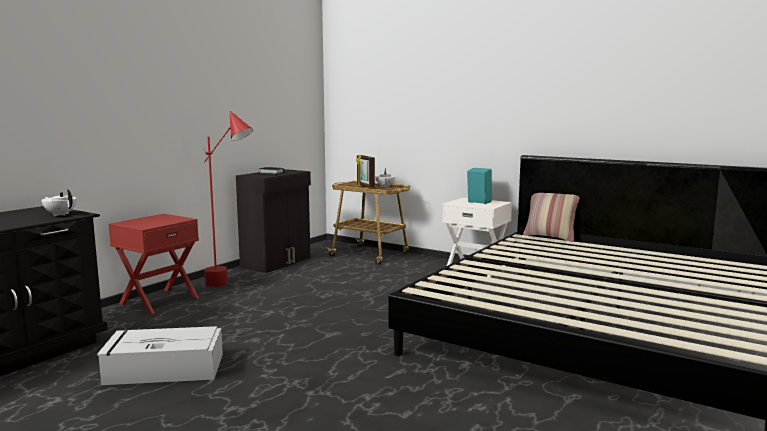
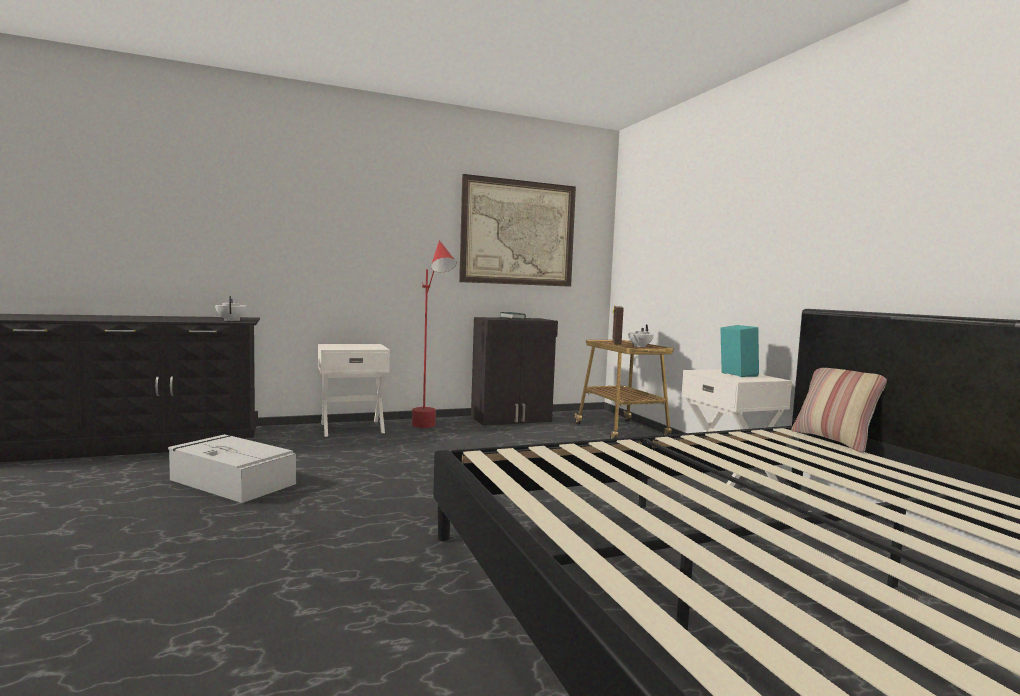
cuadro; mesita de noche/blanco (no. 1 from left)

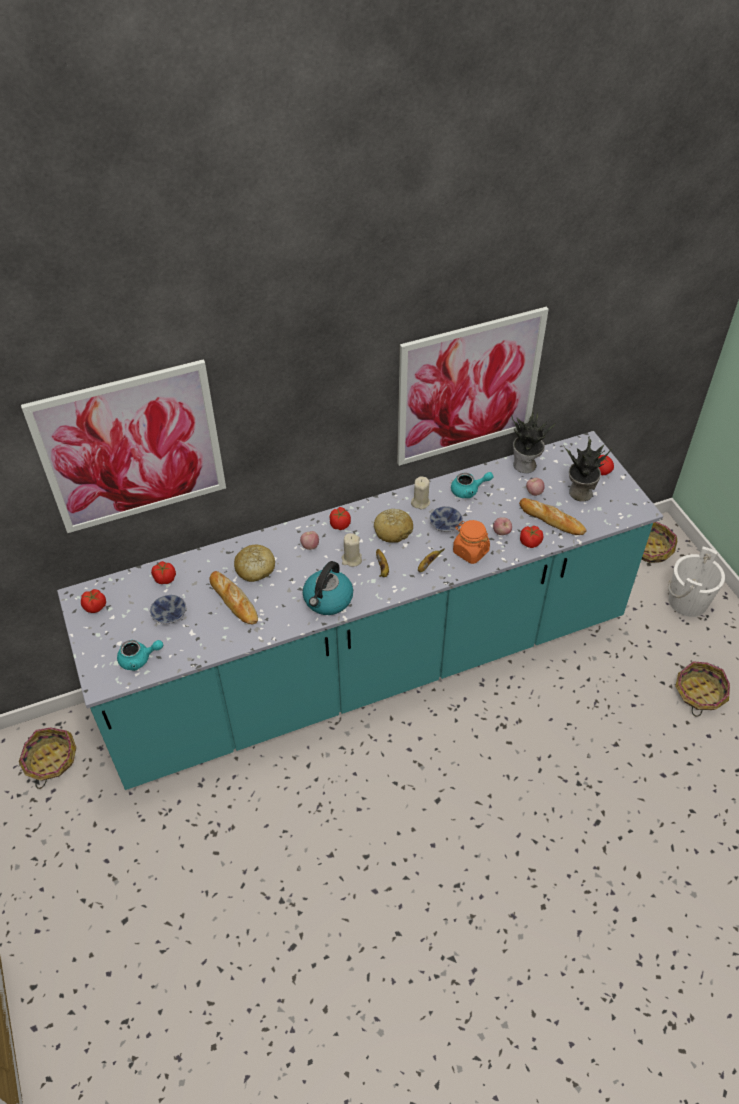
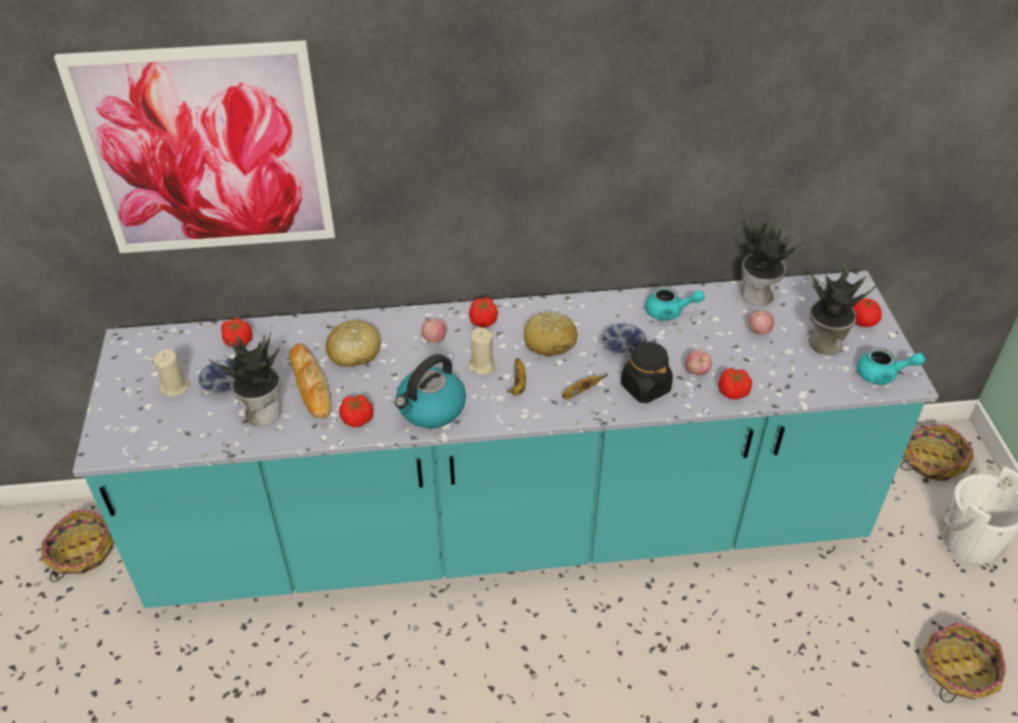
cuadro (no. 2 from left in the first image); pan (no. 4 from left in the first image); planta en maceta (no. 1 from left); tomate (no. 2 from left); tetera/turquesa (no. 2 from left); vela/beis (no. 1 from left); tarro/negro

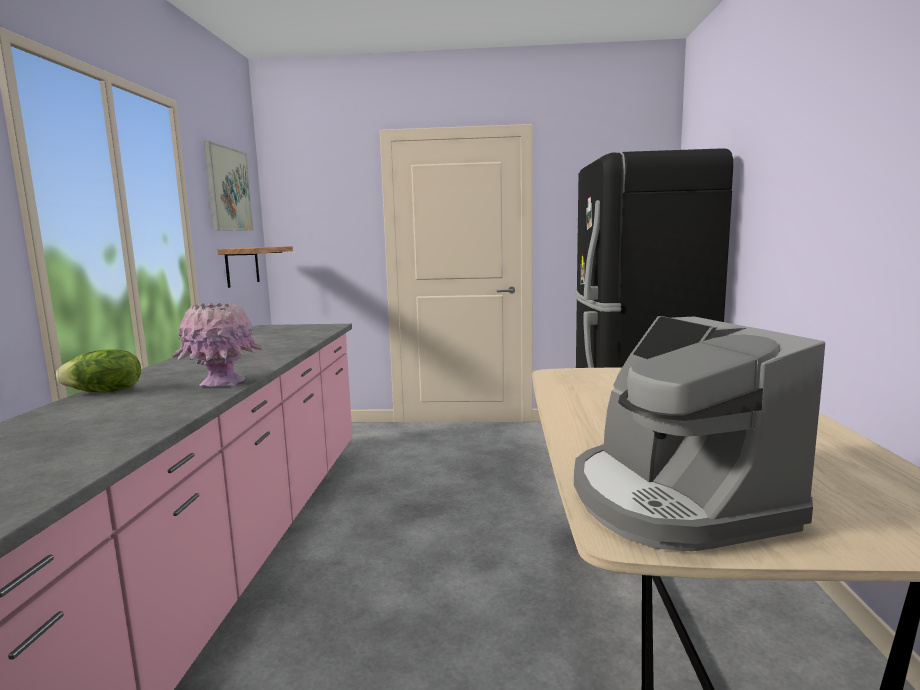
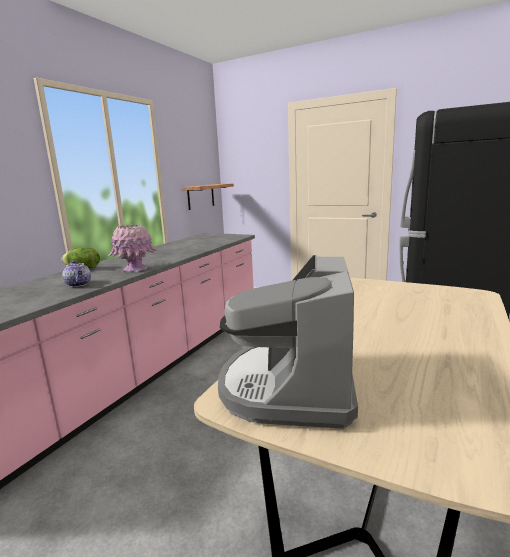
cuadro; tetera

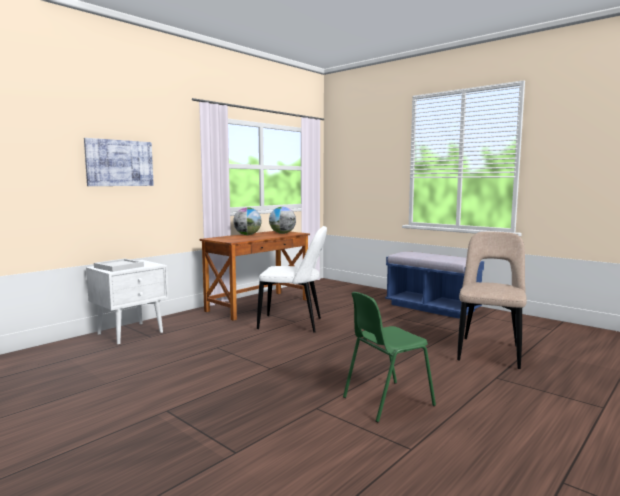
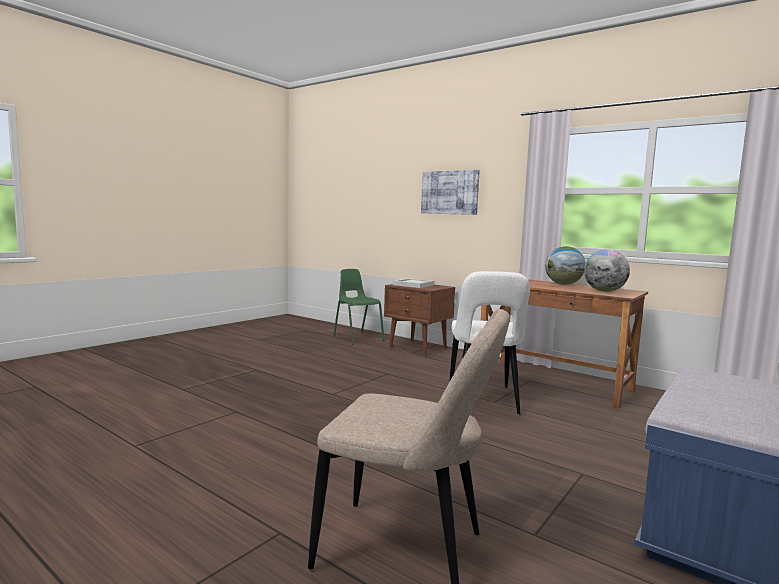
silla/verde; mesita de noche/marrón

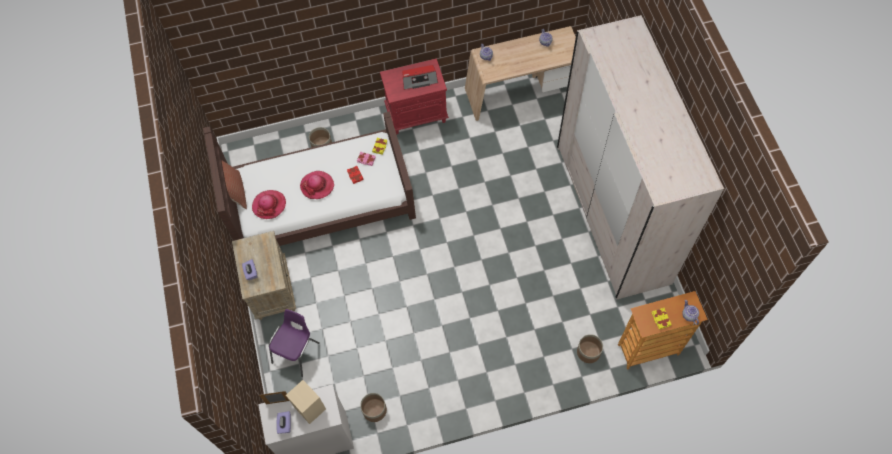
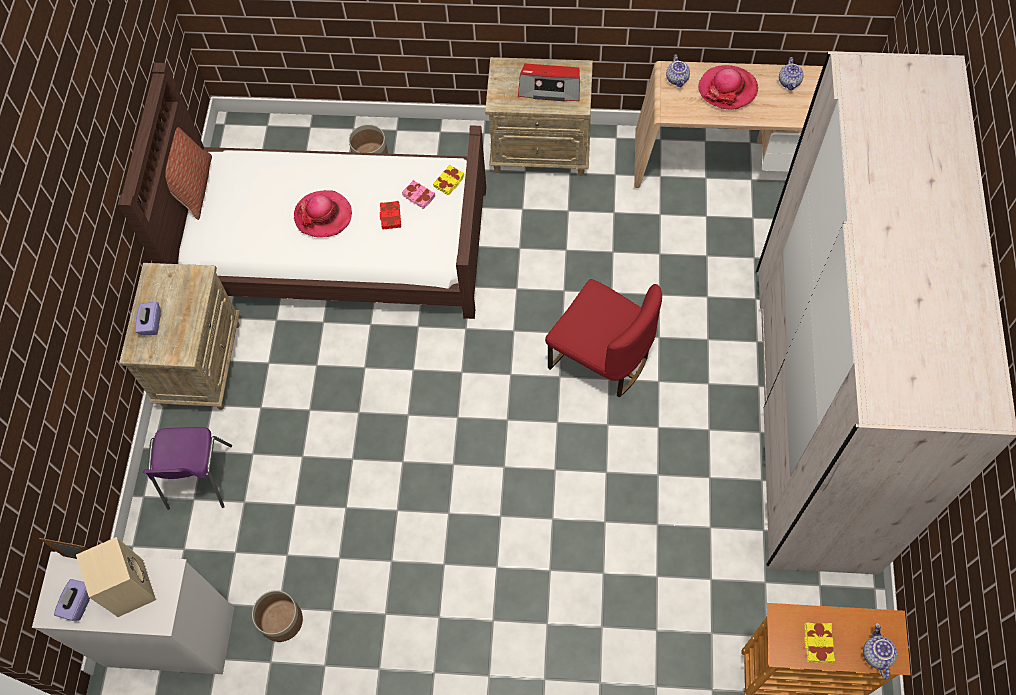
maceta (no. 3 from left in the first image); silla/rojo; sombrero (no. 2 from left); mesita de noche/beis (no. 2 from left); silla/morado

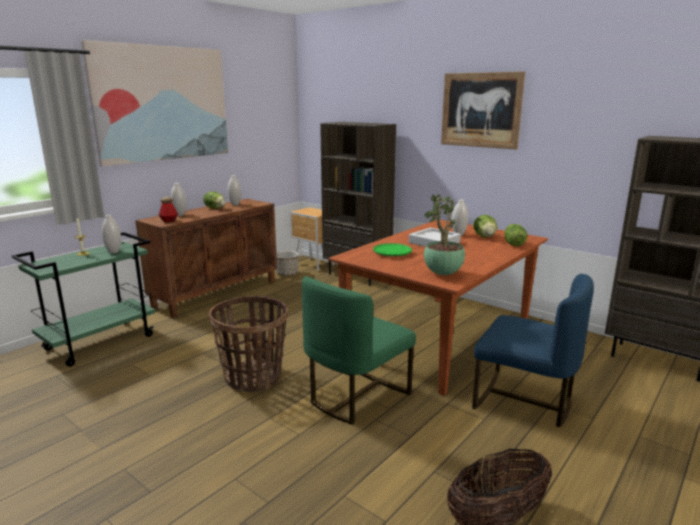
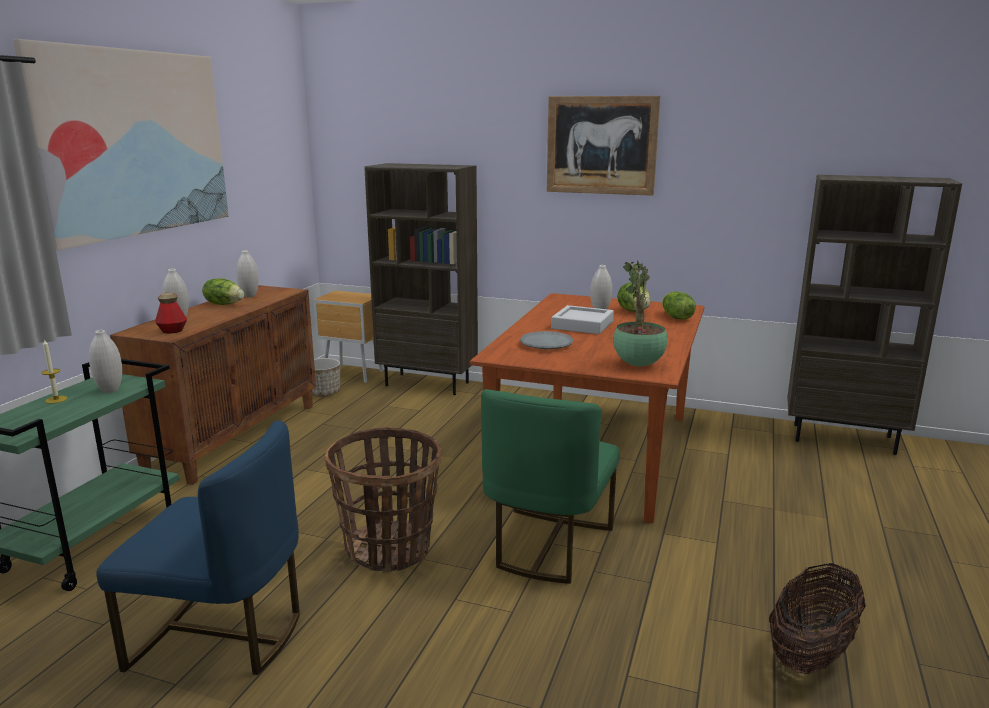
silla/azul; plato/gris

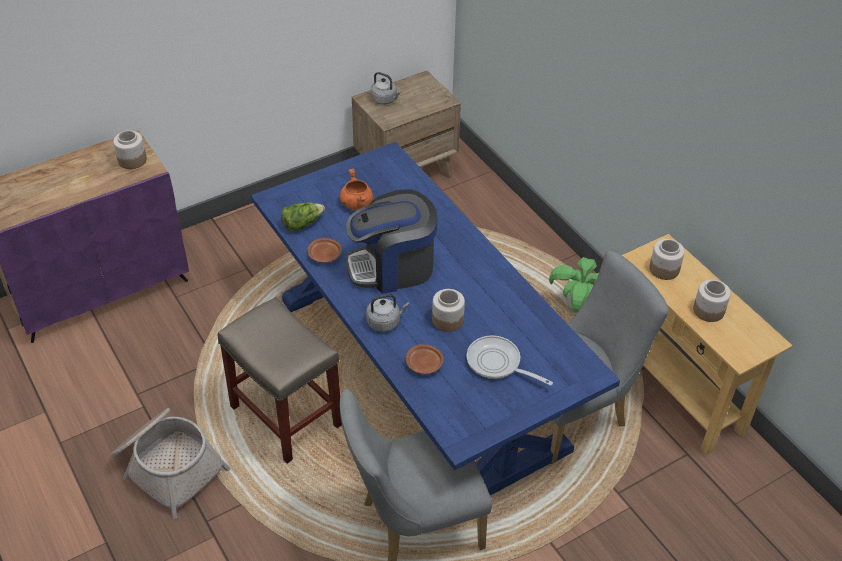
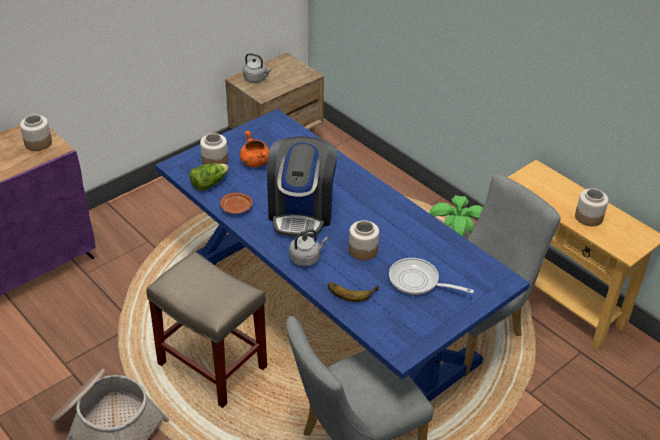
tarro (no. 2 from left); plátano; cafetera

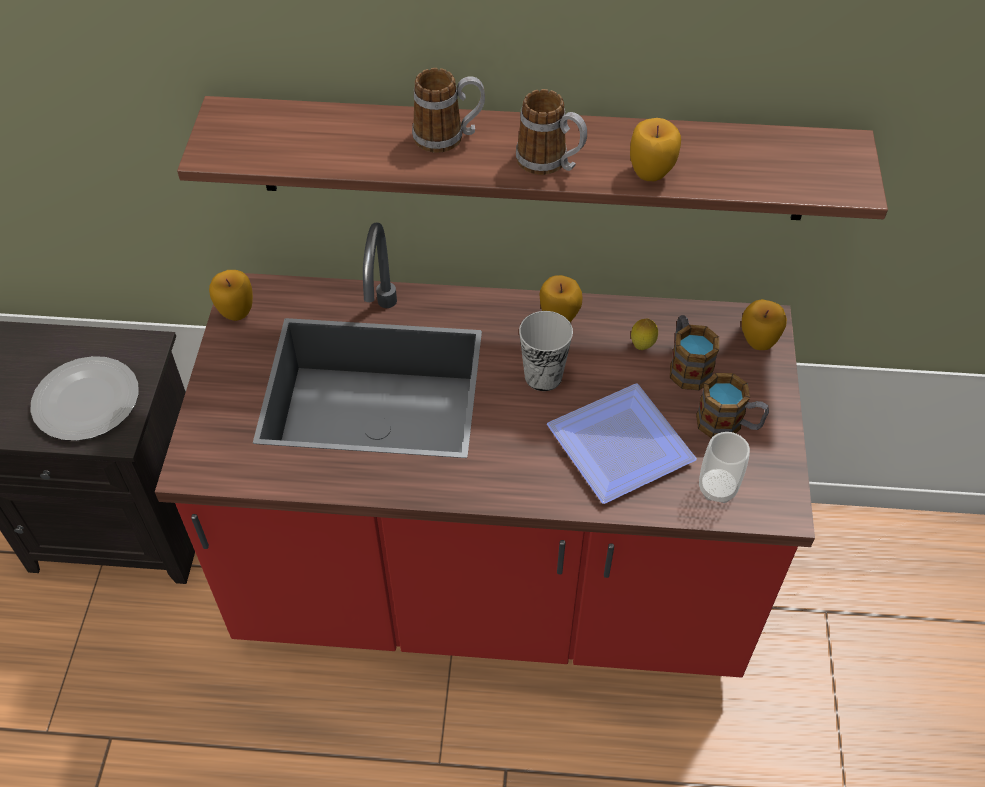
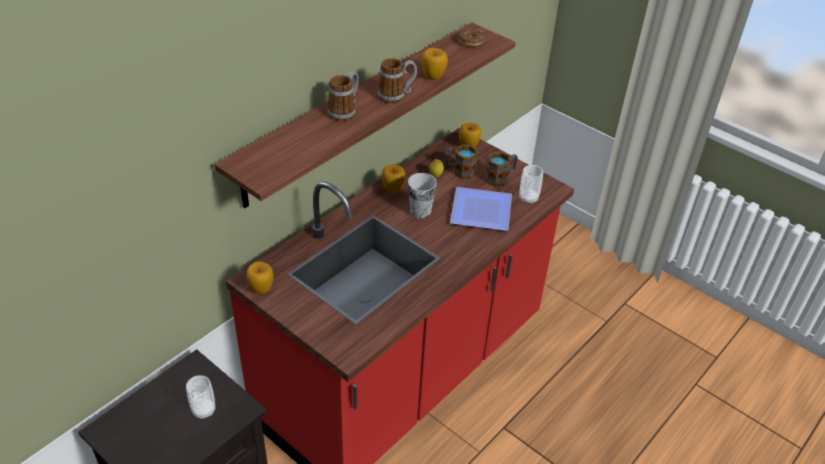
rosquilla; taza (no. 1 from left)

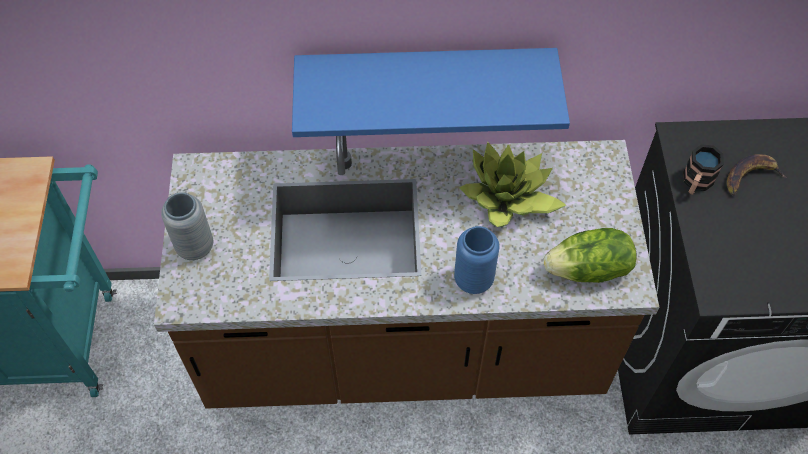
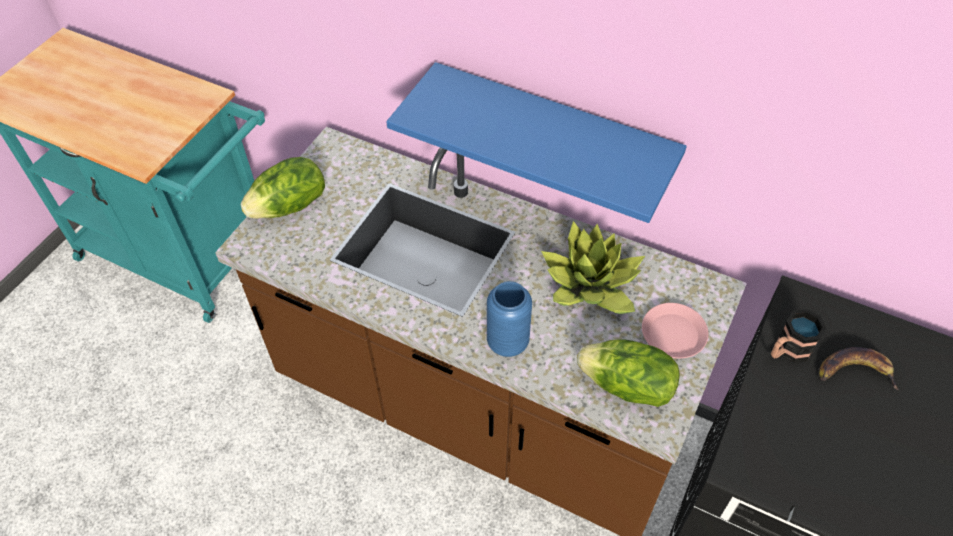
plato/rosa; lechuga (no. 1 from left)

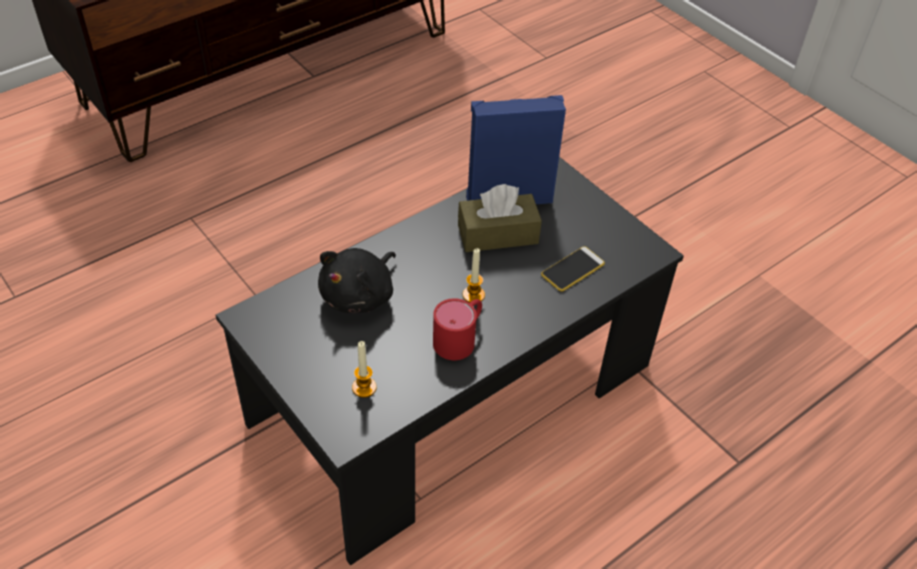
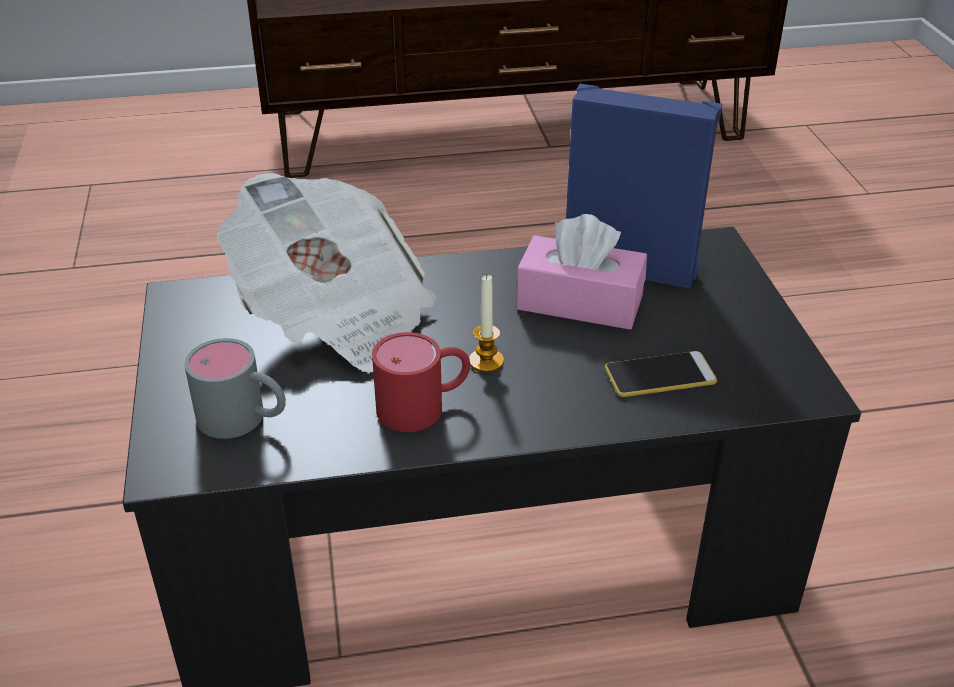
periódico; taza grande/gris; caja de pañuelos/rosa

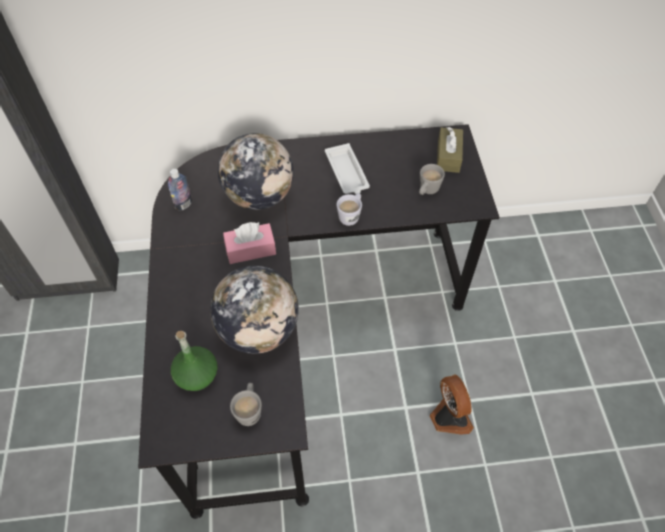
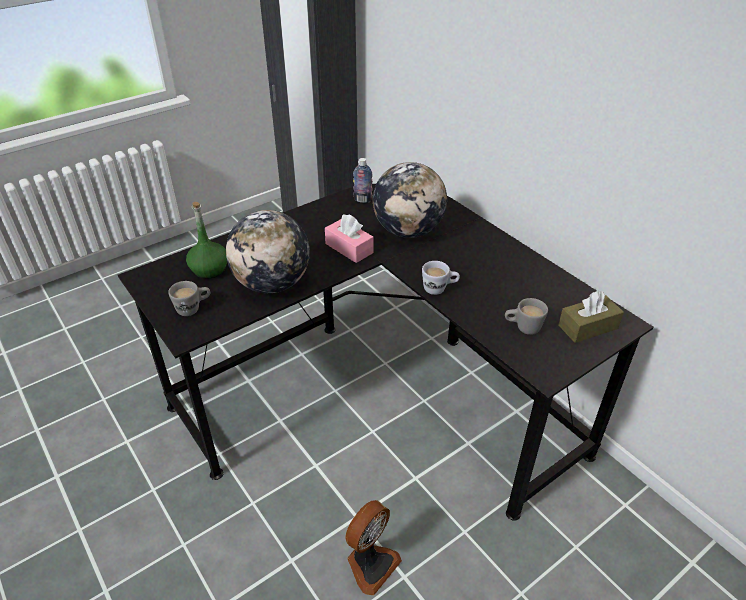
bandeja/blanco

